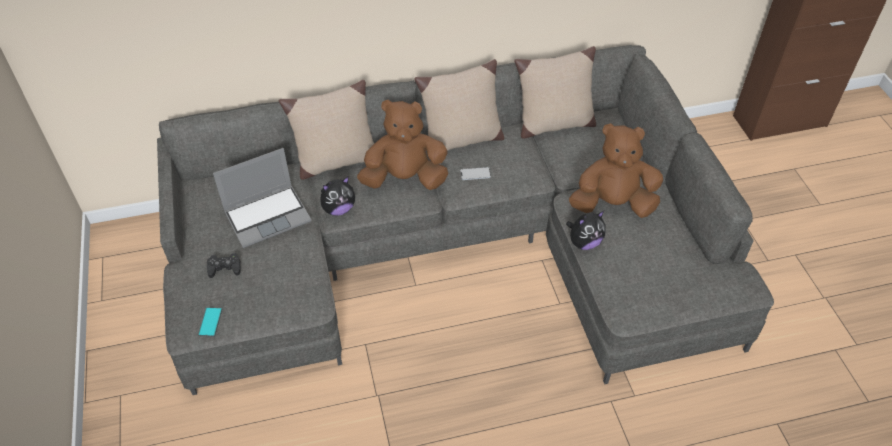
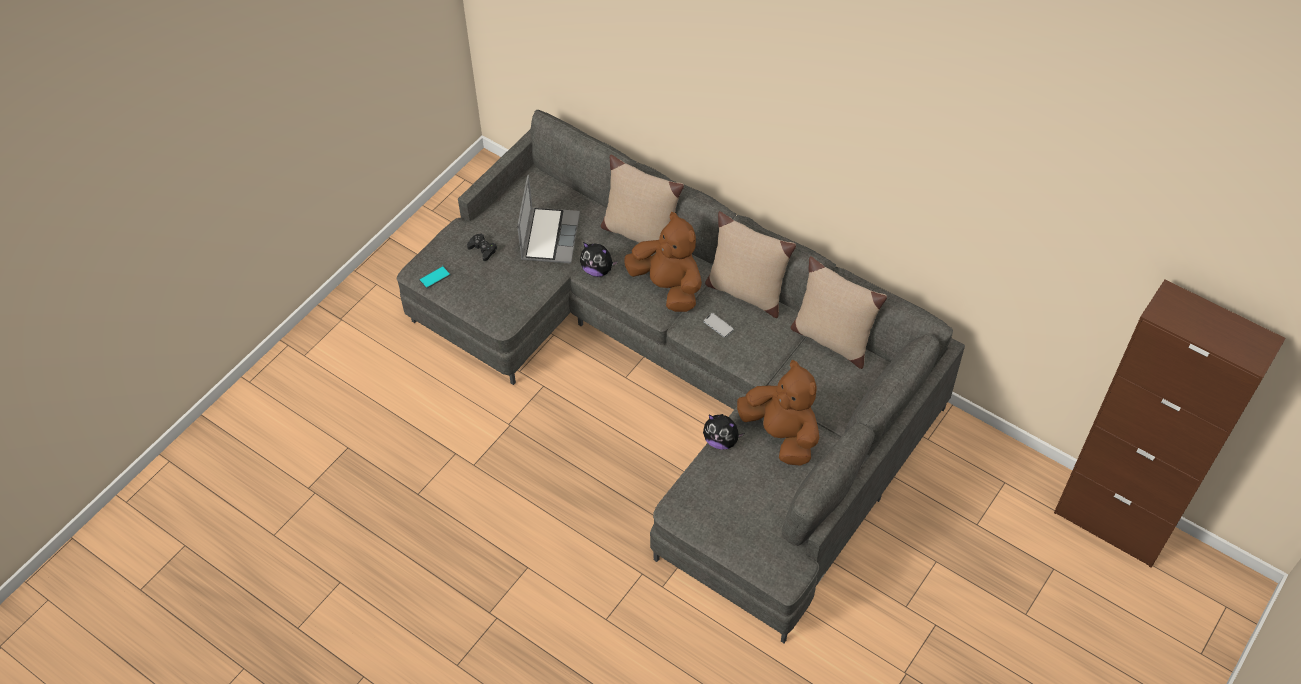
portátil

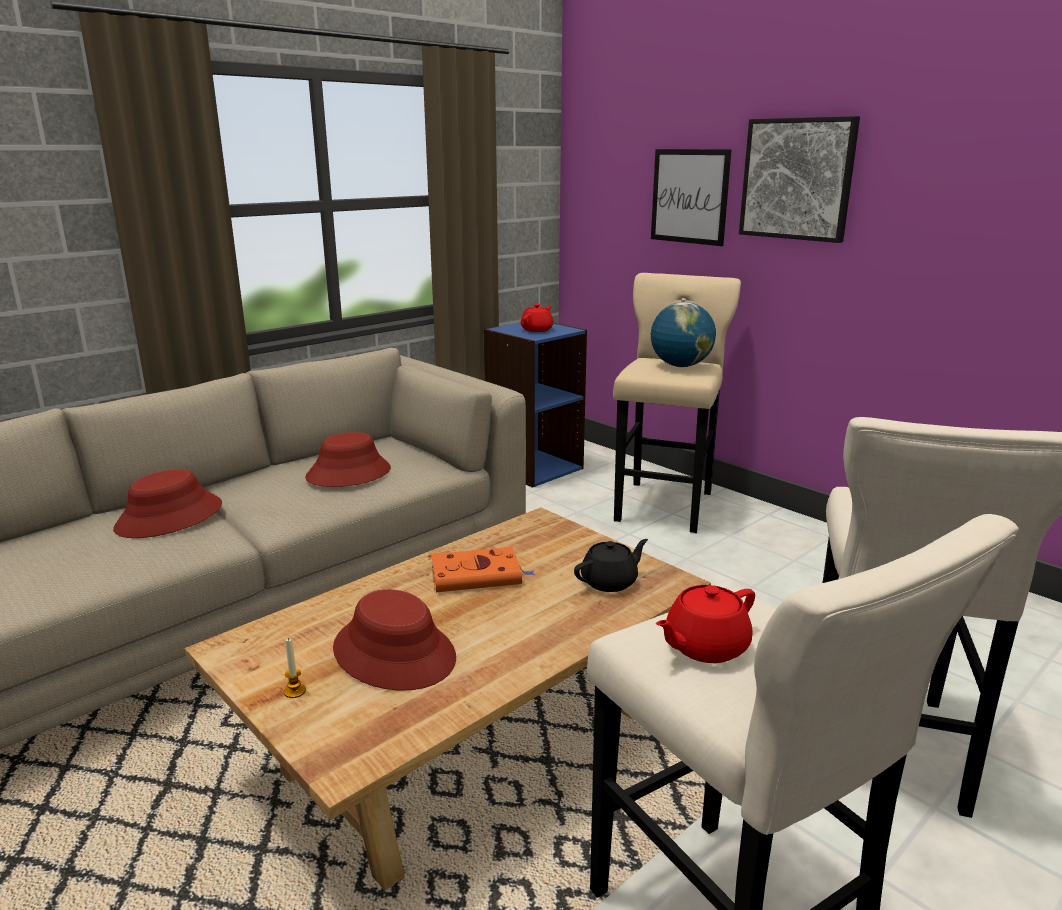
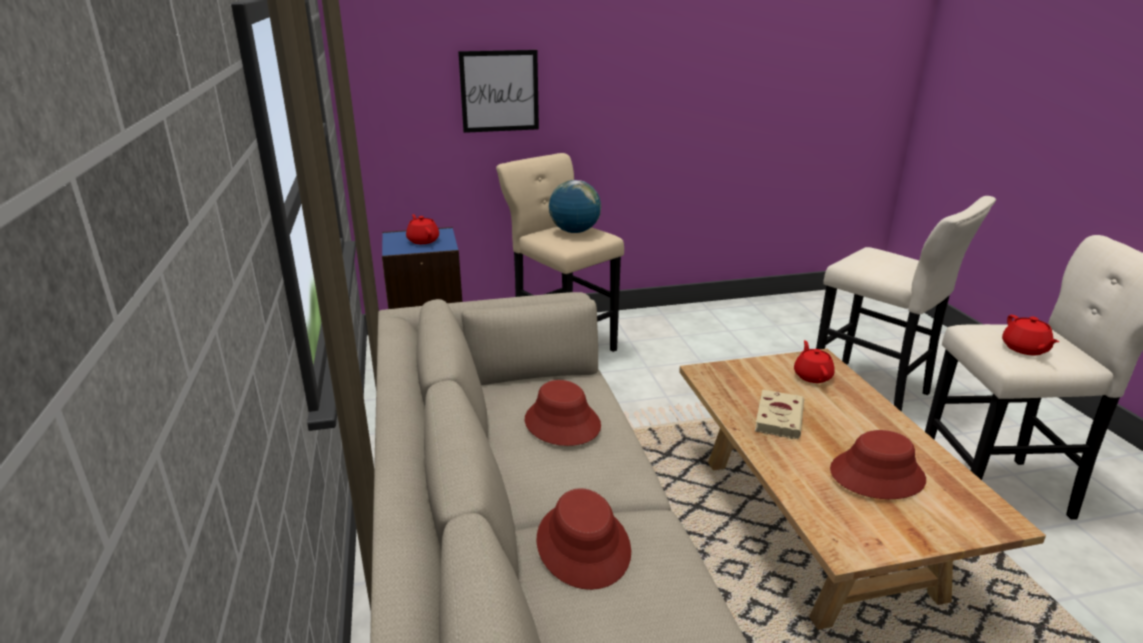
vela; cuadro (no. 2 from left in the first image); libro/beis; tetera/rojo (no. 2 from left)

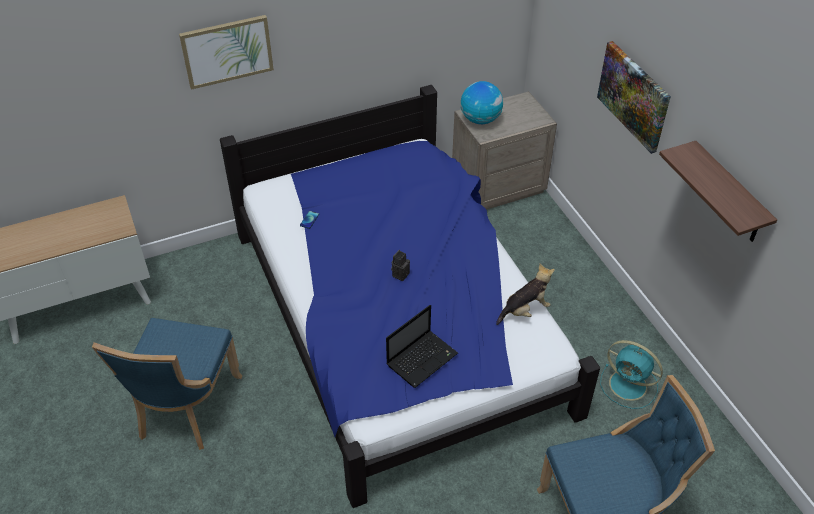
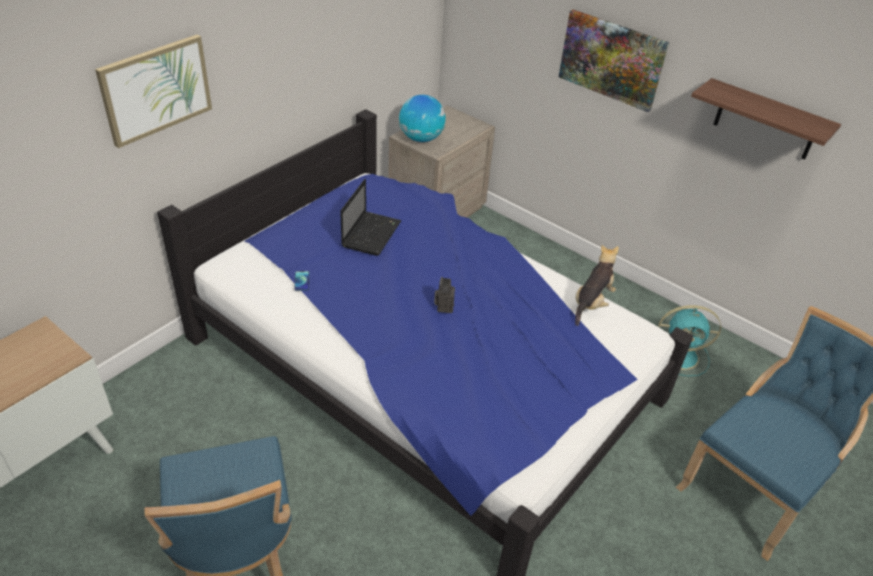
portátil

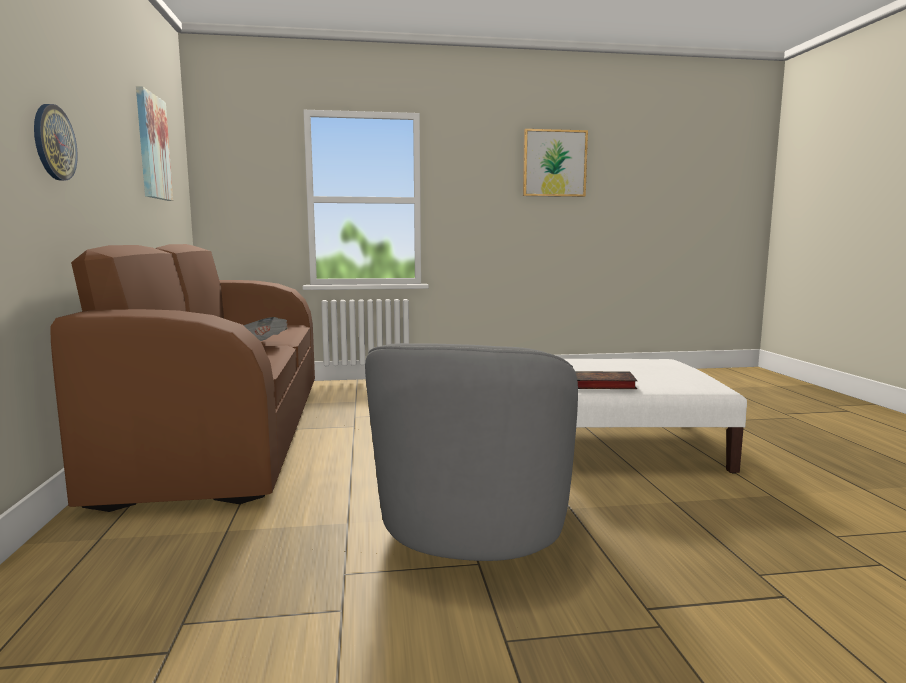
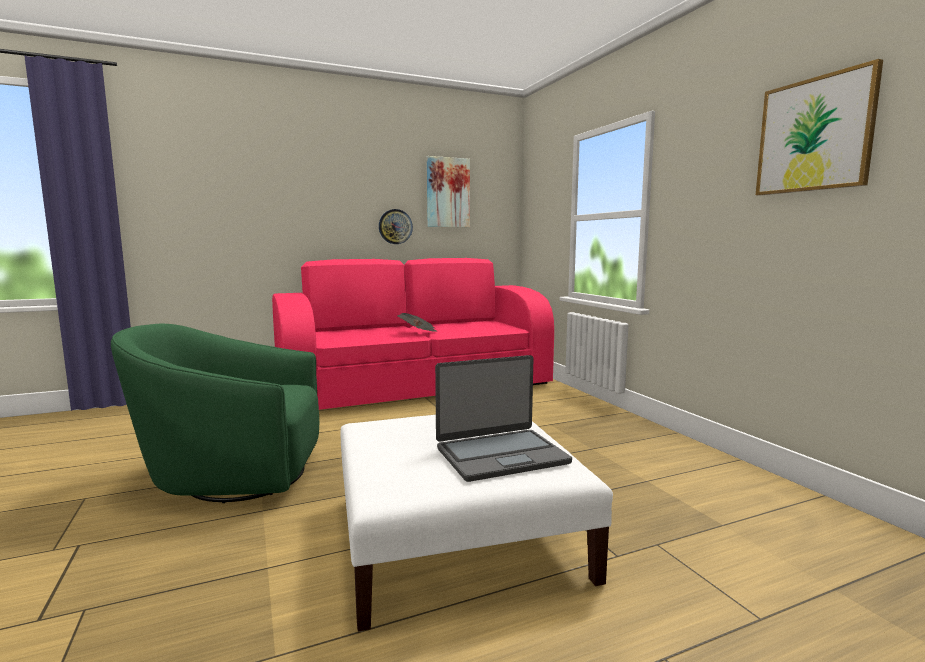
libro; portátil; reloj de pared; sofá/rosa; sillón/verde

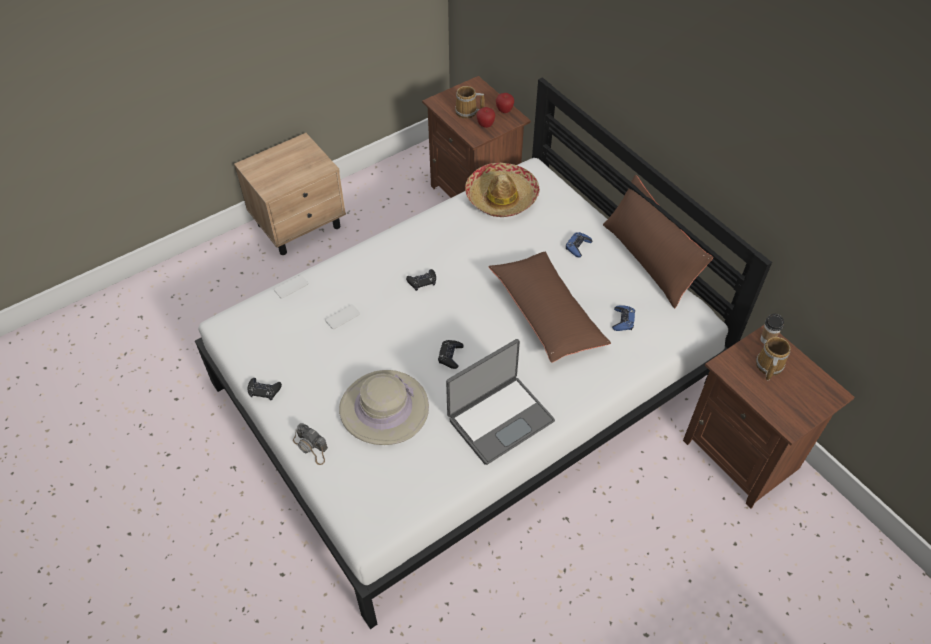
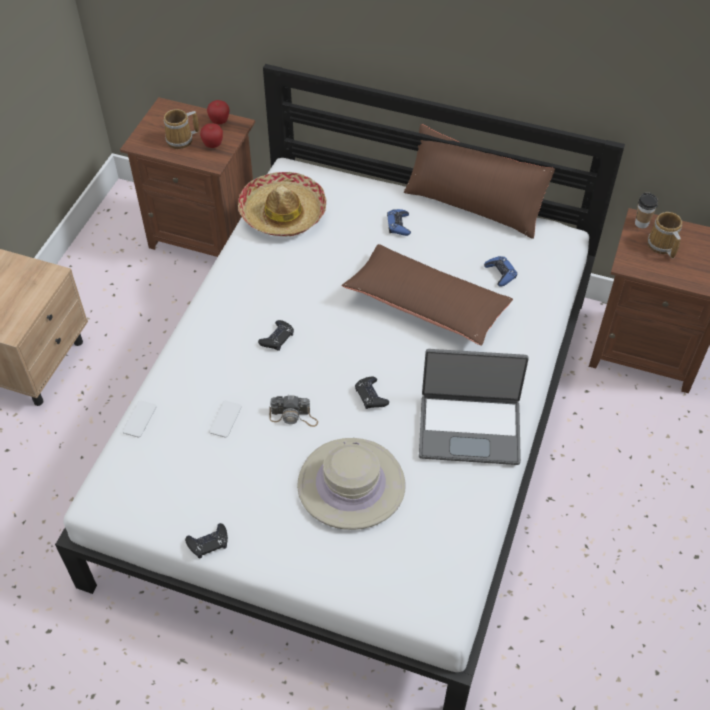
cámara; portátil

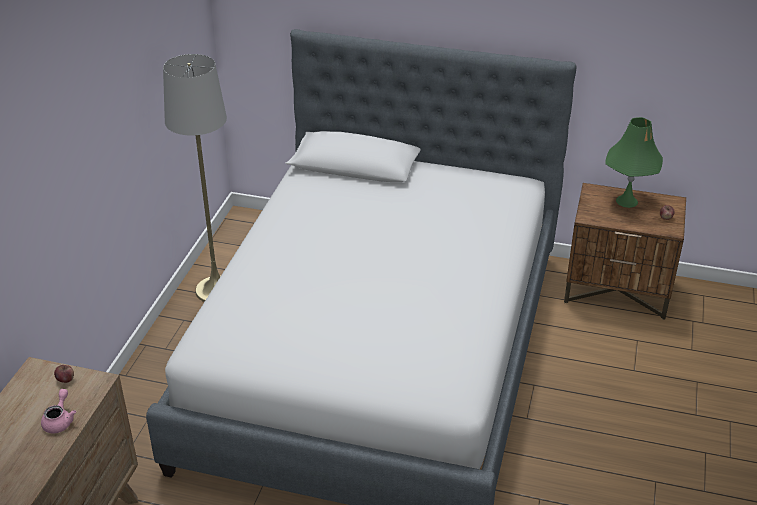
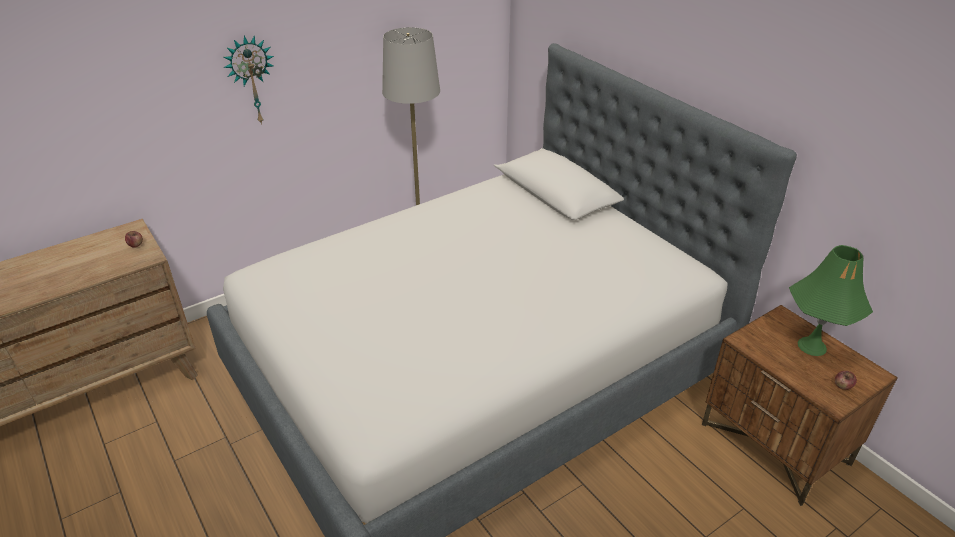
tetera/rosa; reloj de pared

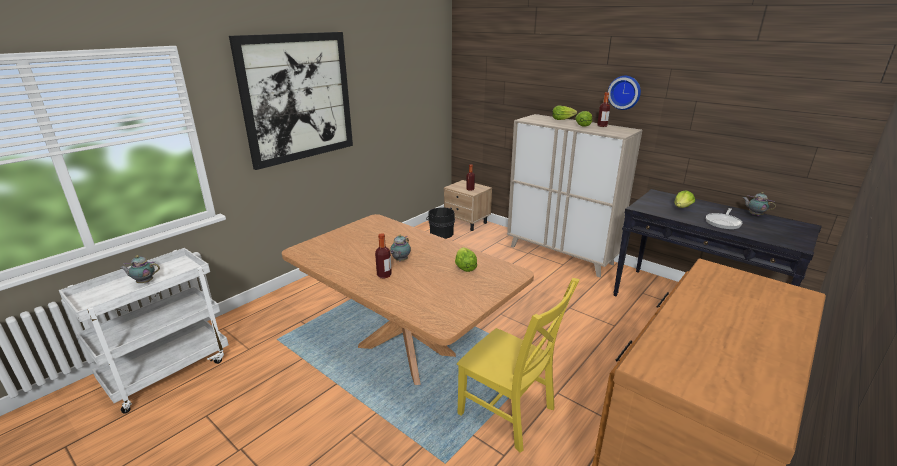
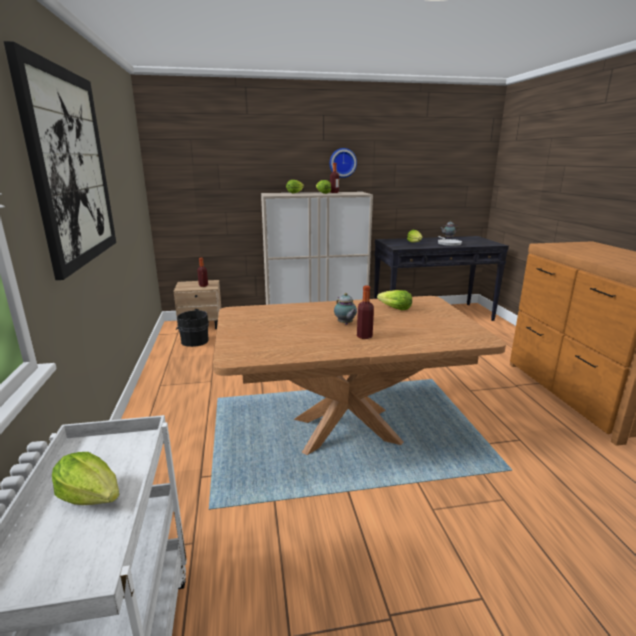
silla/amarillo; lechuga (no. 1 from left)

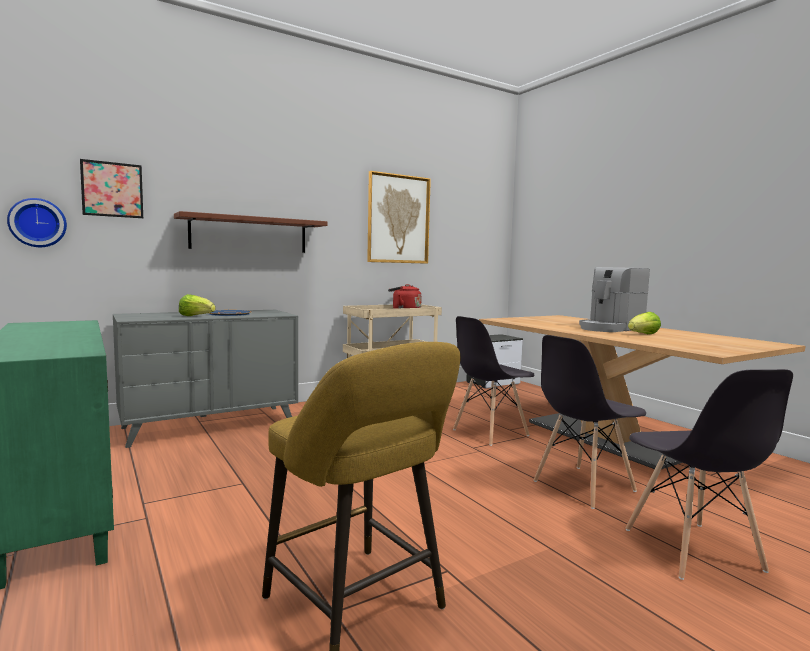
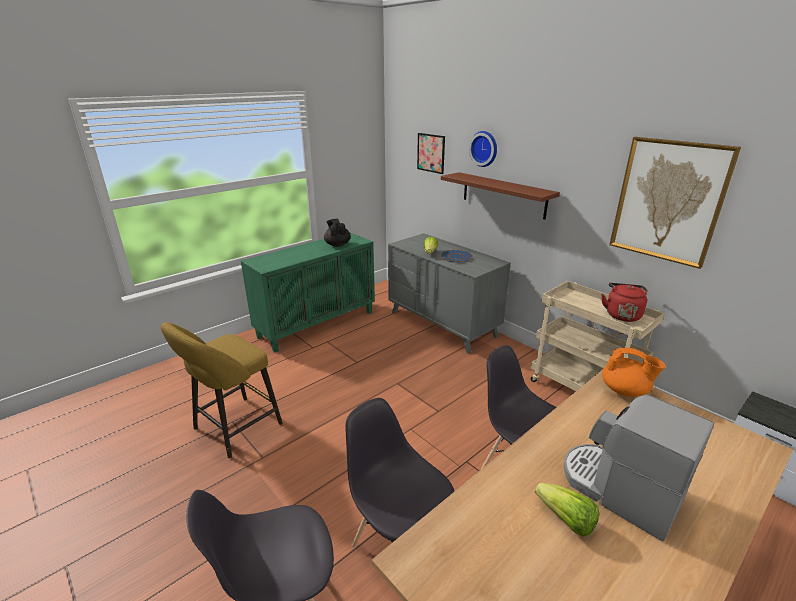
tetera/negro; tetera/naranja; reloj de pared

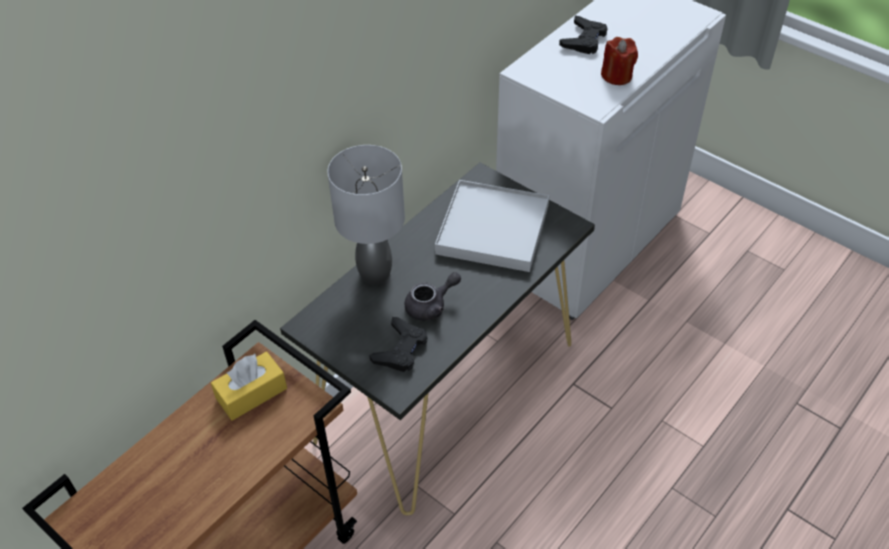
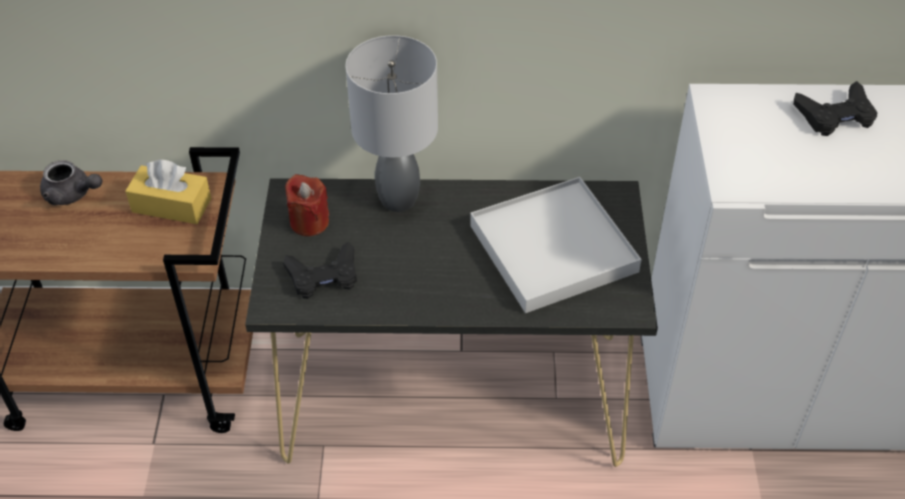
tetera/gris; vela/rojo

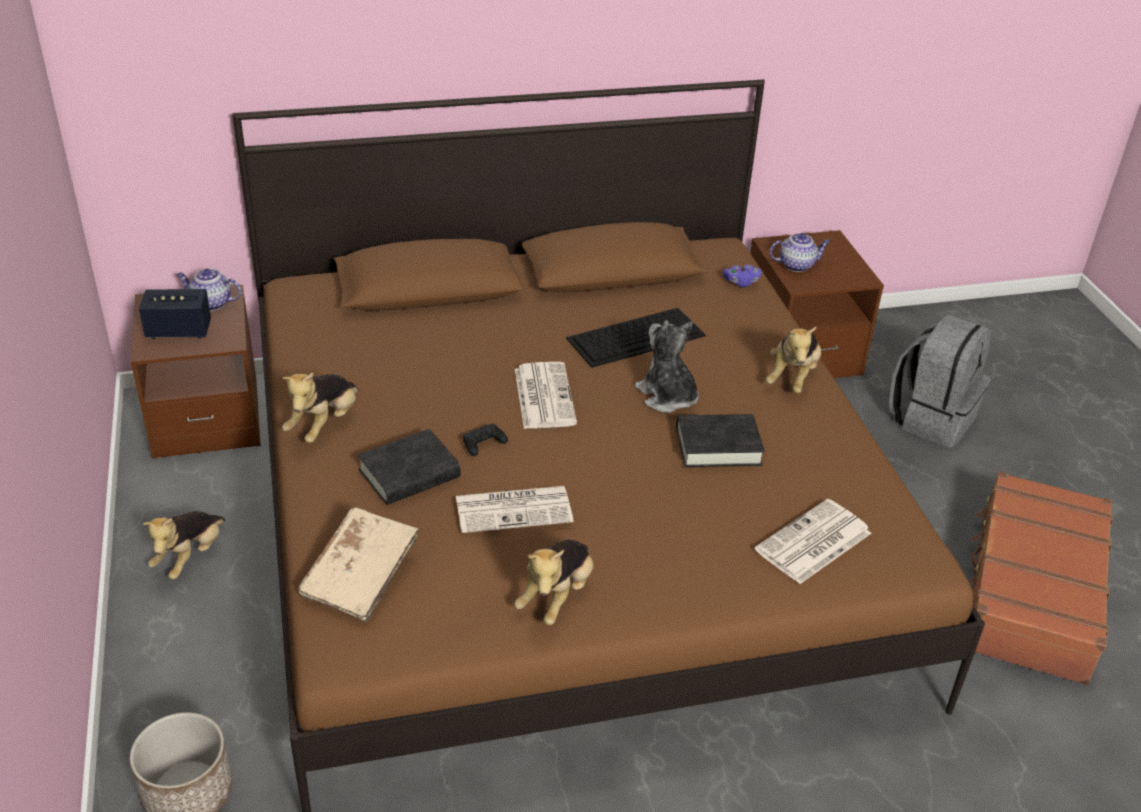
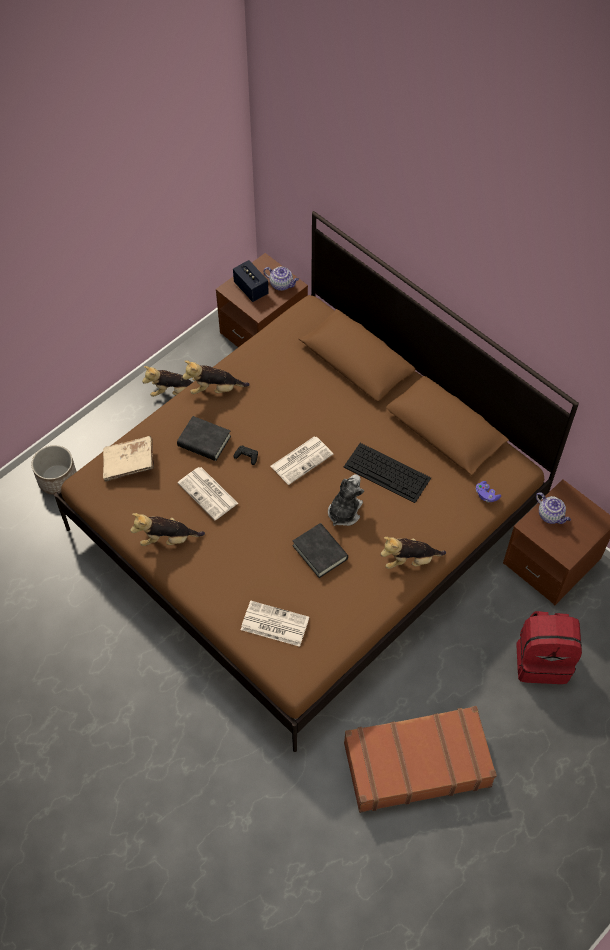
mochila/rojo; tetera (no. 1 from left)

